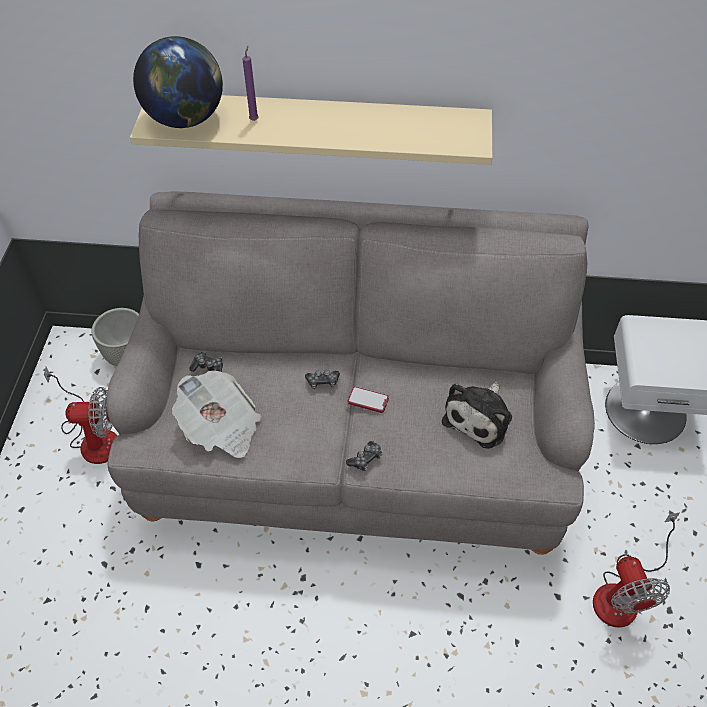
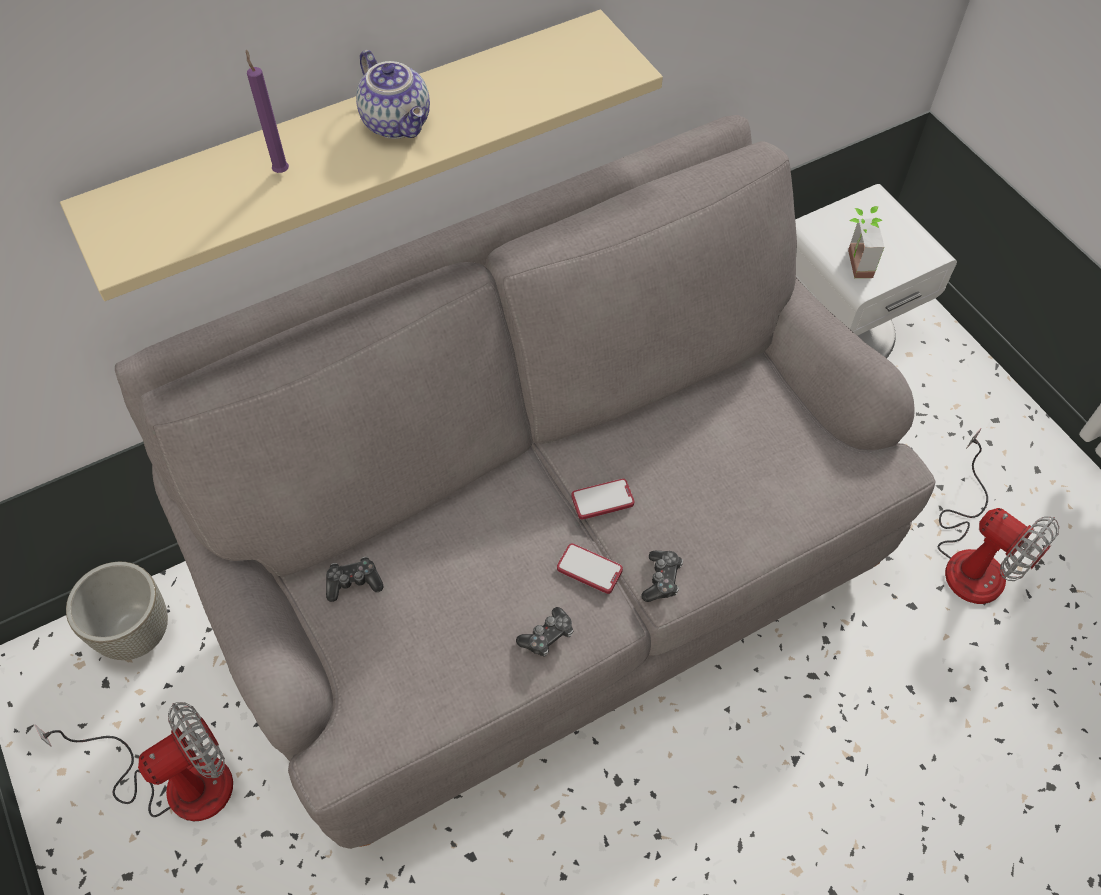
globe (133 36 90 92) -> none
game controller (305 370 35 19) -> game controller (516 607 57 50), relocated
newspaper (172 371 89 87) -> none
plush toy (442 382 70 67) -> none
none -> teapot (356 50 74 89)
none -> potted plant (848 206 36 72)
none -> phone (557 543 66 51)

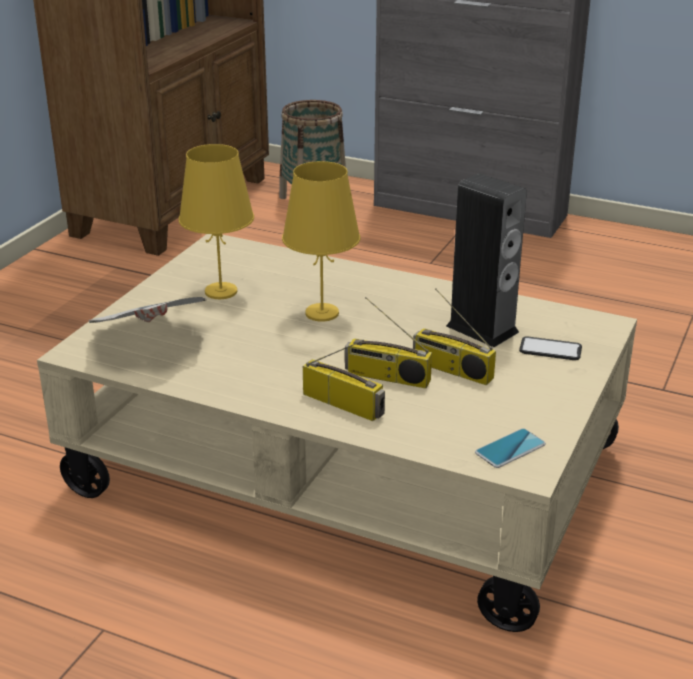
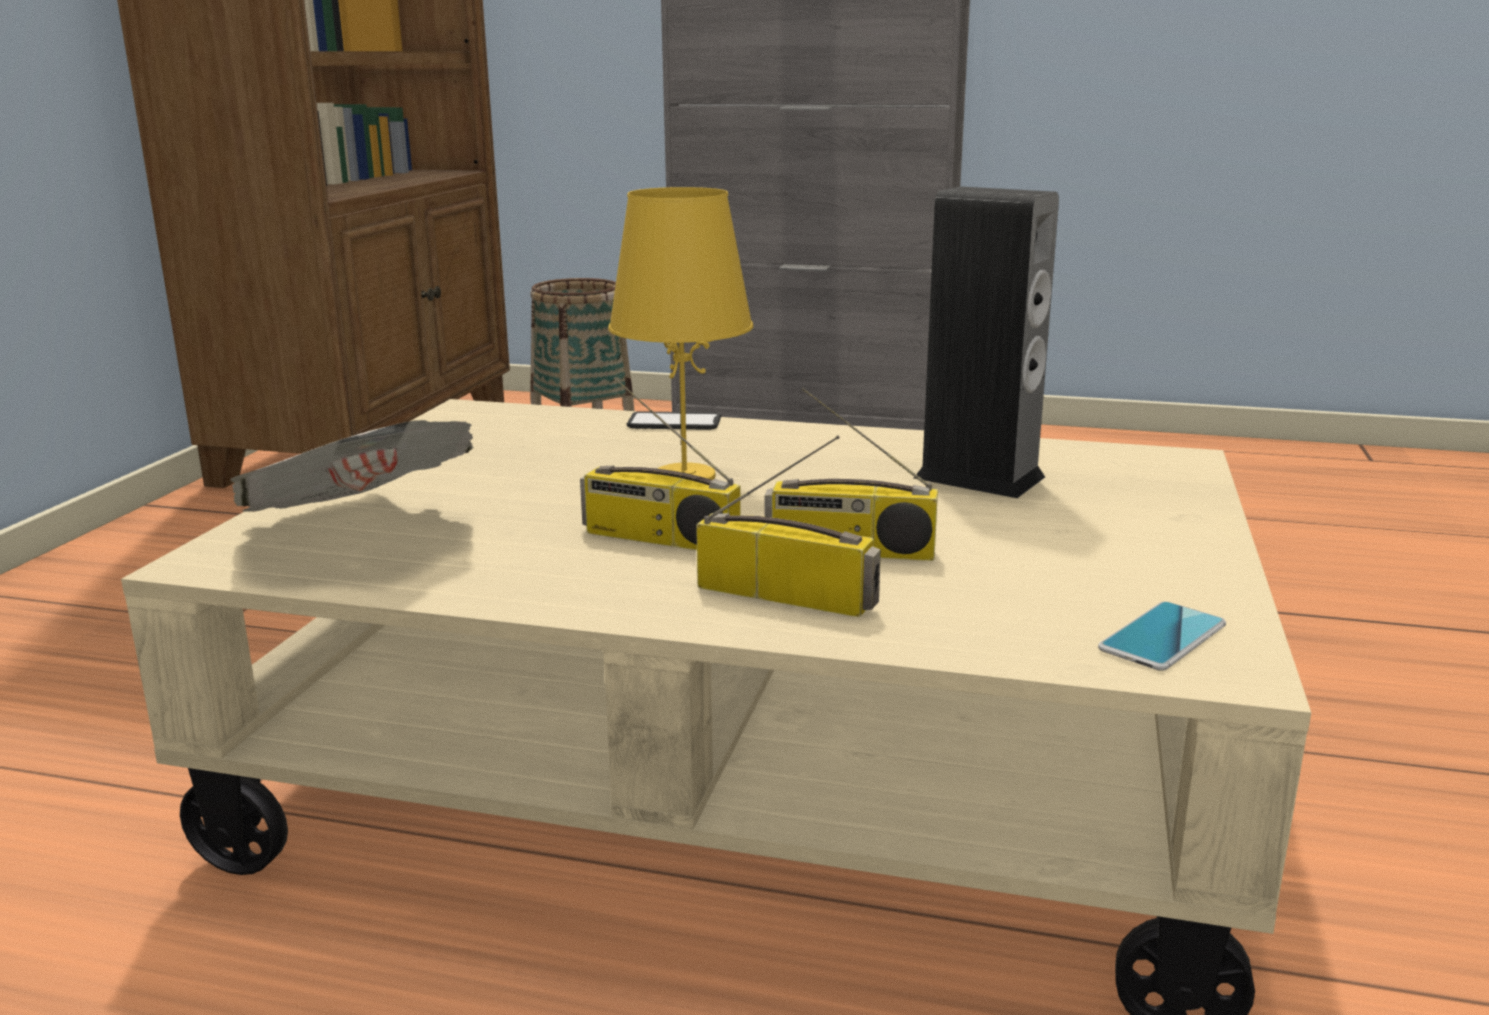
yellow table lamp (178 144 76 155) -> none
radio (413 289 83 96) -> radio (580 377 161 173), relocated
phone (519 336 63 24) -> phone (627 411 94 19), relocated

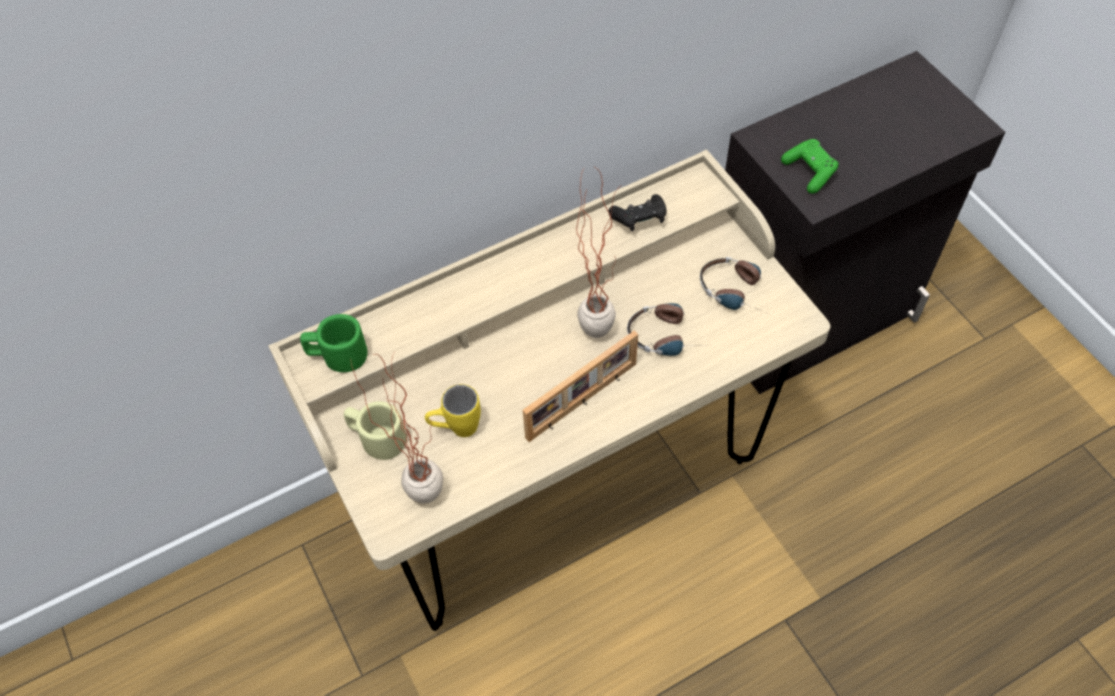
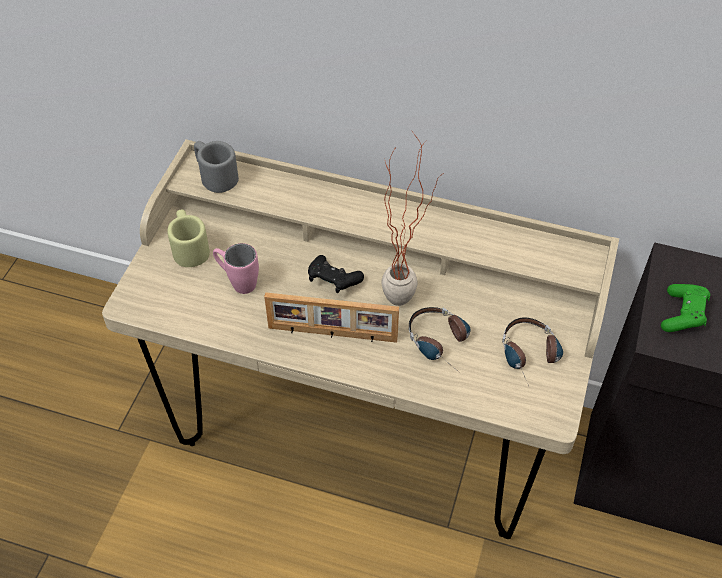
black game controller (609 194 58 37) -> black game controller (308 255 56 38), relocated
green mug (300 314 68 58) -> grey mug (194 141 45 52)
potted plant (351 352 92 152) -> none
yellow mug (425 384 56 53) -> pink mug (213 243 46 51)

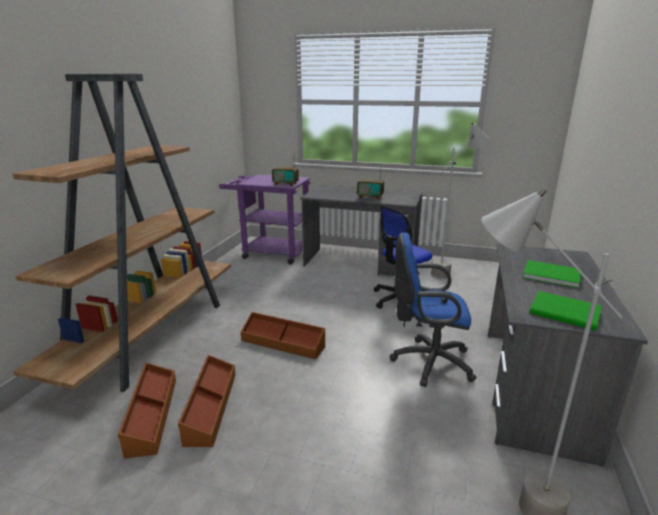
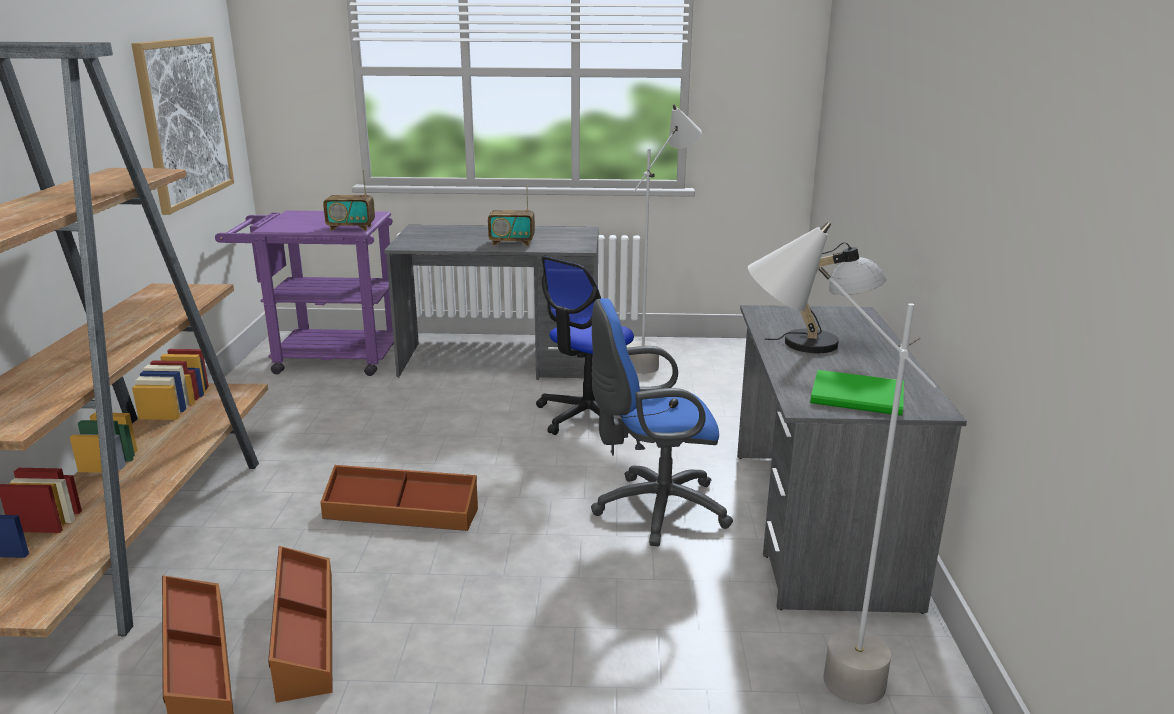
green book (523 260 58 28) -> table lamp (765 242 121 111)
none -> picture (132 36 102 179)

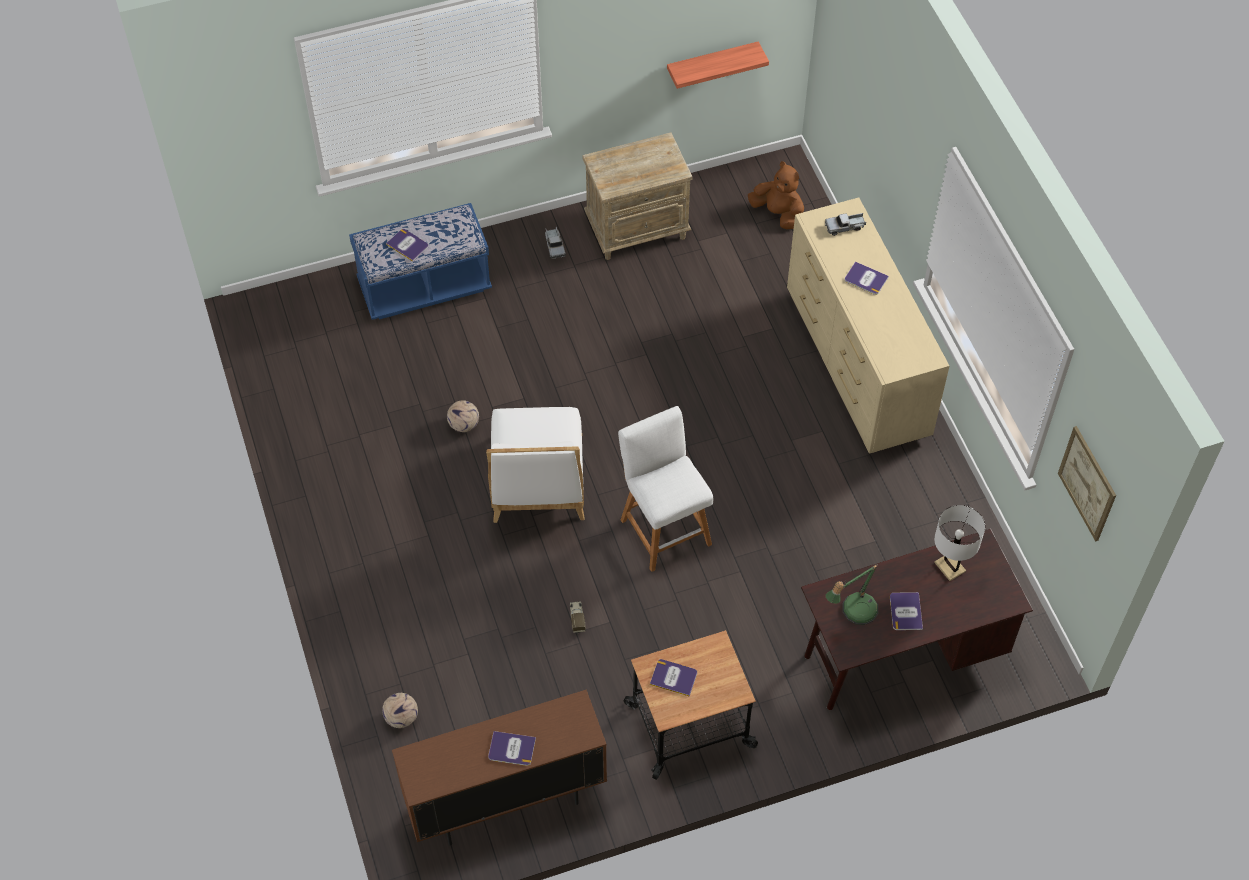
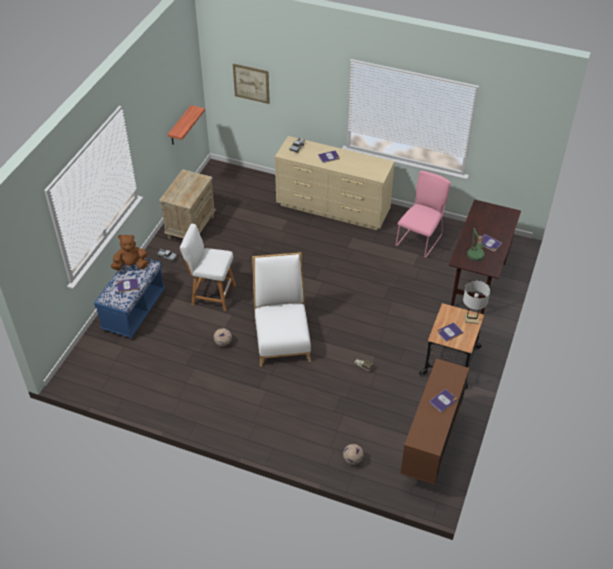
brown plush toy (748 161 56 68) -> brown plush toy (111 235 38 35), relocated
white stool (618 406 95 166) -> white stool (180 224 56 87), relocated
white chair (486 407 98 116) -> white chair (252 252 59 115), 135 degrees counterclockwise
picture (1058 426 58 116) -> picture (233 64 37 40), relocated
white table lamp (934 505 51 76) -> white table lamp (463 280 27 44), relocated
none -> pink chair (395 171 56 87)

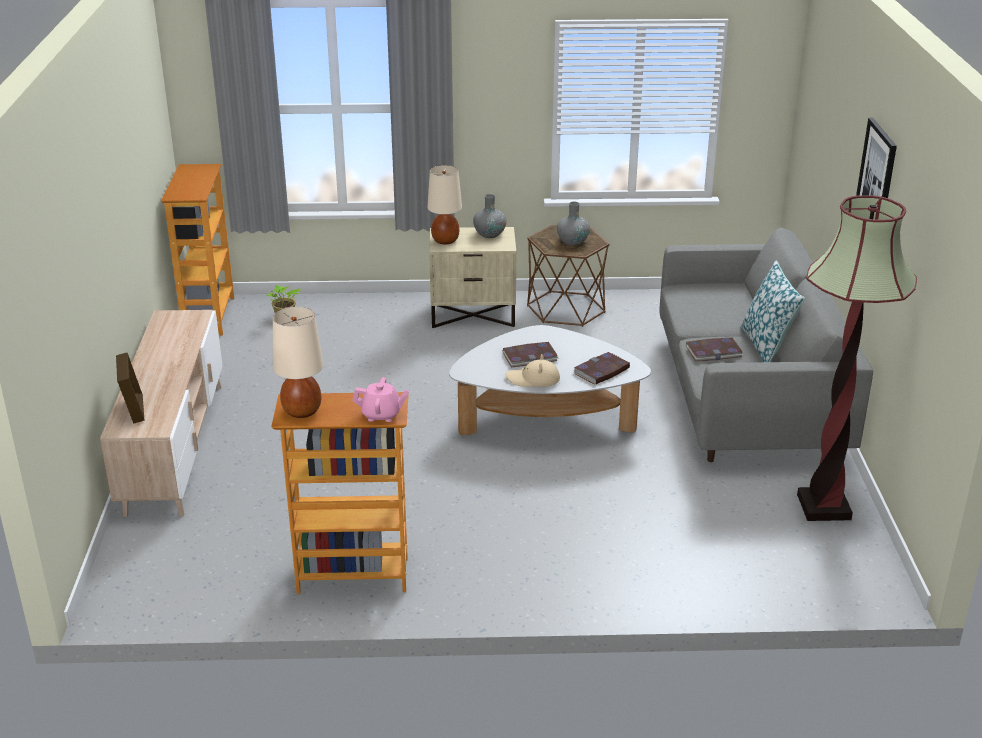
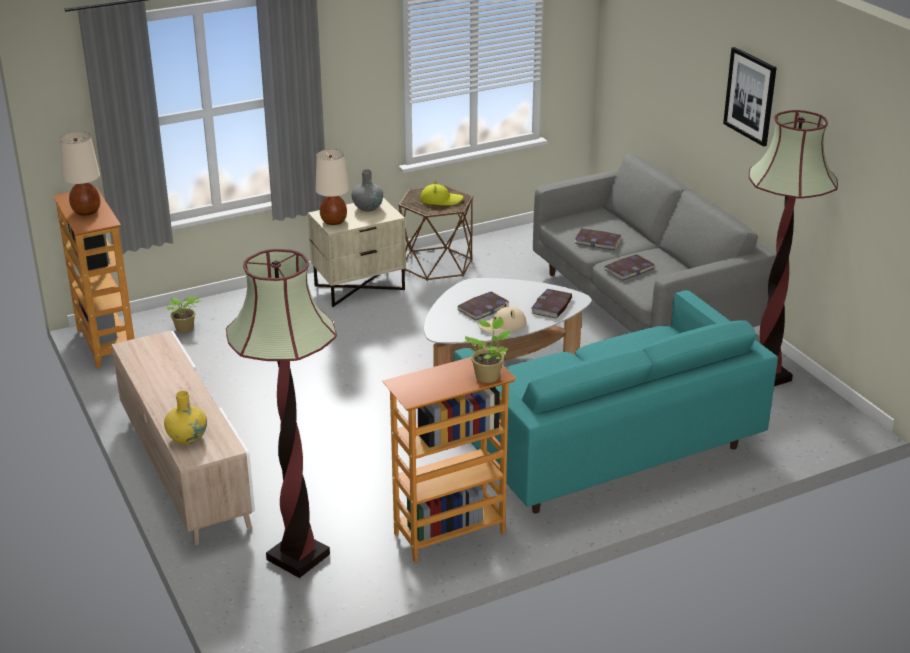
grey vase (557 202 33 44) -> yellow hat (420 180 44 25)
pillow (740 261 65 101) -> none
beige table lamp (273 307 51 111) -> beige table lamp (60 132 40 84), relocated
picture frame (116 353 28 71) -> yellow vase (164 391 43 54)
pink teapot (352 377 57 45) -> potted plant (464 317 47 66)
none -> book (574 229 48 21)
none -> floor lamp (226 249 111 329)
none -> turquoise sofa (454 290 324 223)

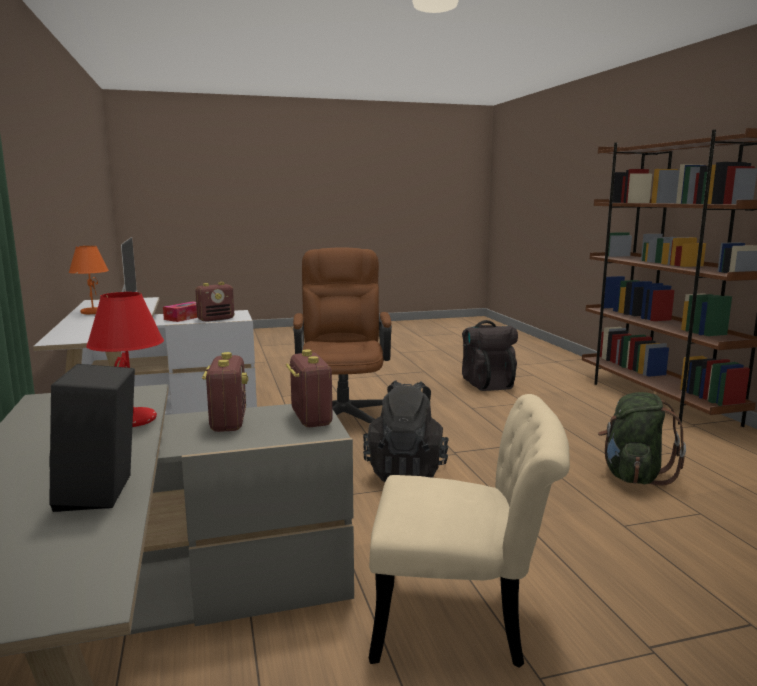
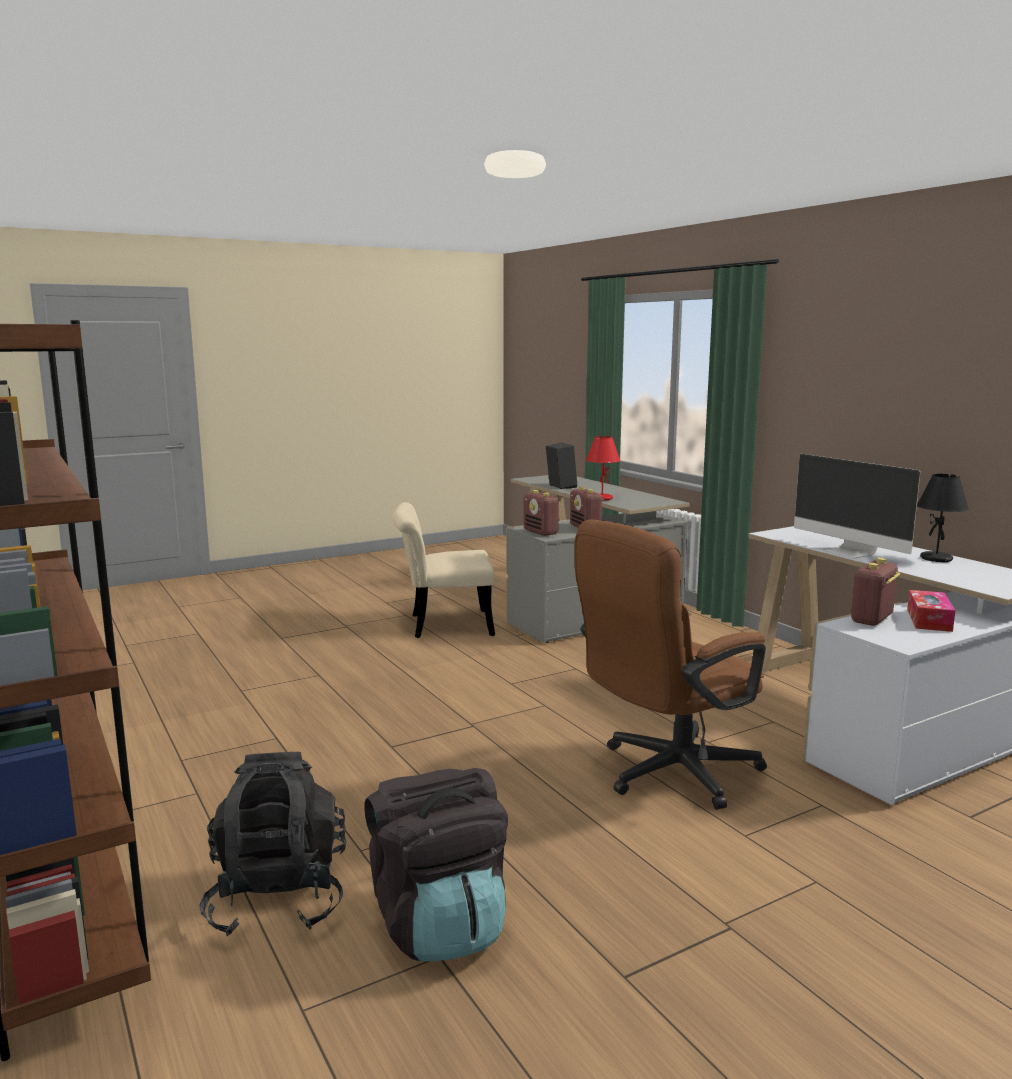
orange table lamp (69 246 40 68) -> black table lamp (917 474 52 88)
brown office chair (293 248 99 175) -> brown office chair (575 520 192 290), 75 degrees clockwise
black backpack (363 381 86 101) -> black backpack (199 752 148 184), relocated
green backpack (598 392 88 94) -> none

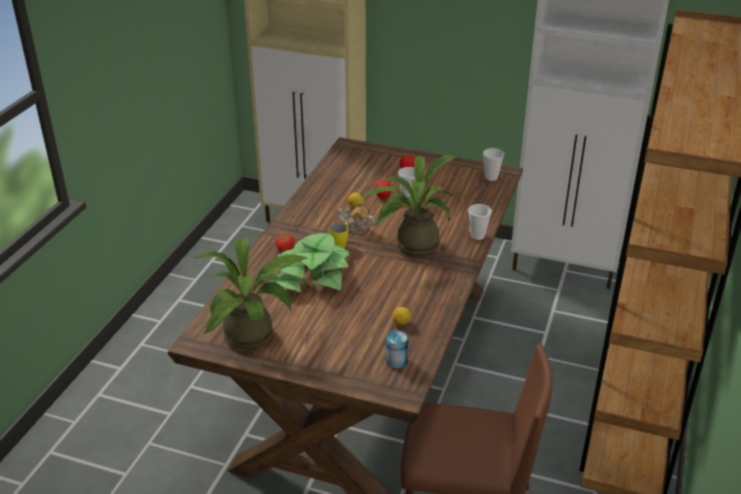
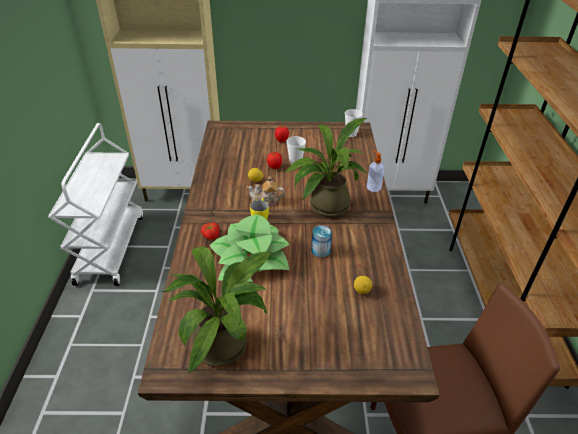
cup (468 204 24 36) -> soap dispenser (367 150 17 42)
can (386 331 23 37) -> can (311 225 21 33), relocated
none -> white cart (48 123 95 163)

